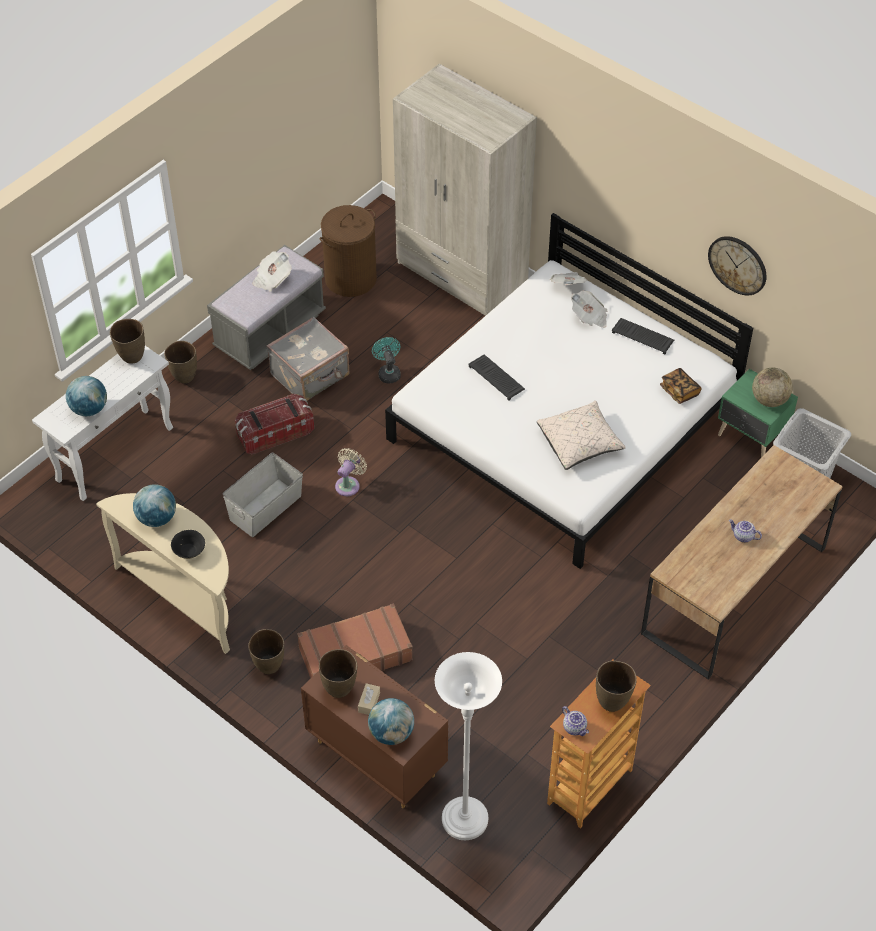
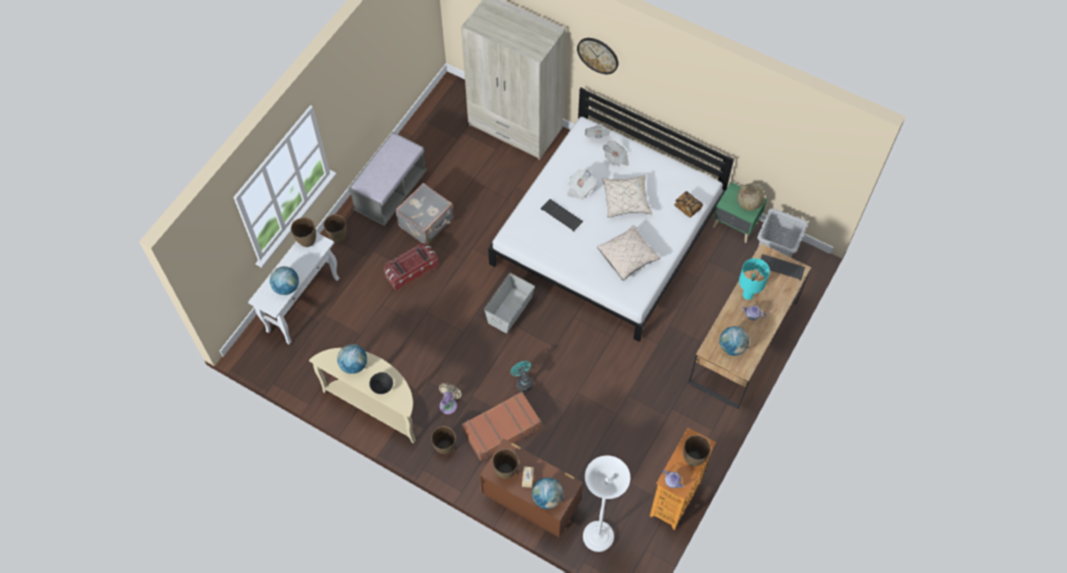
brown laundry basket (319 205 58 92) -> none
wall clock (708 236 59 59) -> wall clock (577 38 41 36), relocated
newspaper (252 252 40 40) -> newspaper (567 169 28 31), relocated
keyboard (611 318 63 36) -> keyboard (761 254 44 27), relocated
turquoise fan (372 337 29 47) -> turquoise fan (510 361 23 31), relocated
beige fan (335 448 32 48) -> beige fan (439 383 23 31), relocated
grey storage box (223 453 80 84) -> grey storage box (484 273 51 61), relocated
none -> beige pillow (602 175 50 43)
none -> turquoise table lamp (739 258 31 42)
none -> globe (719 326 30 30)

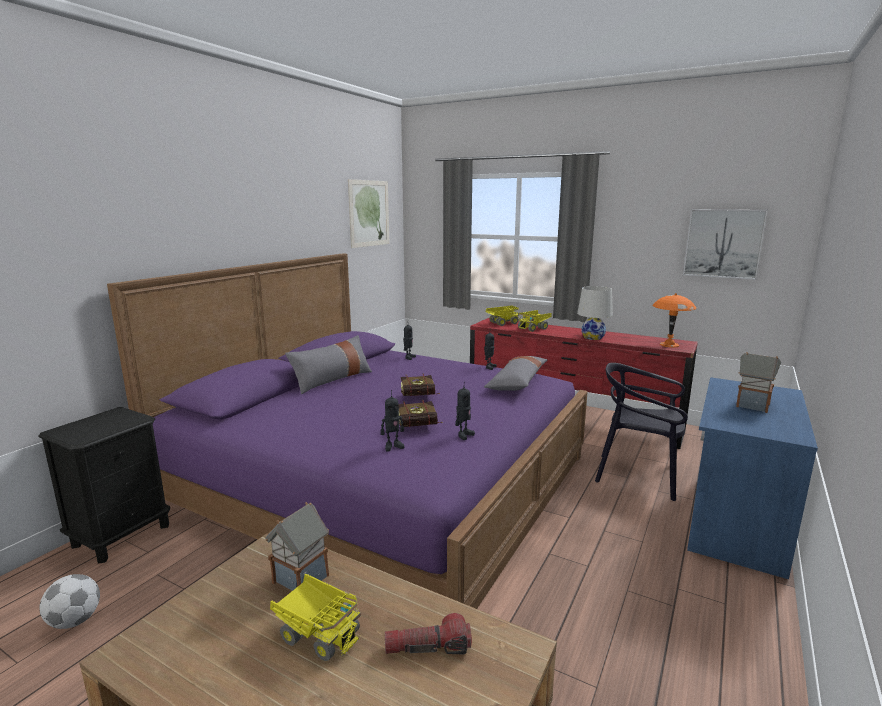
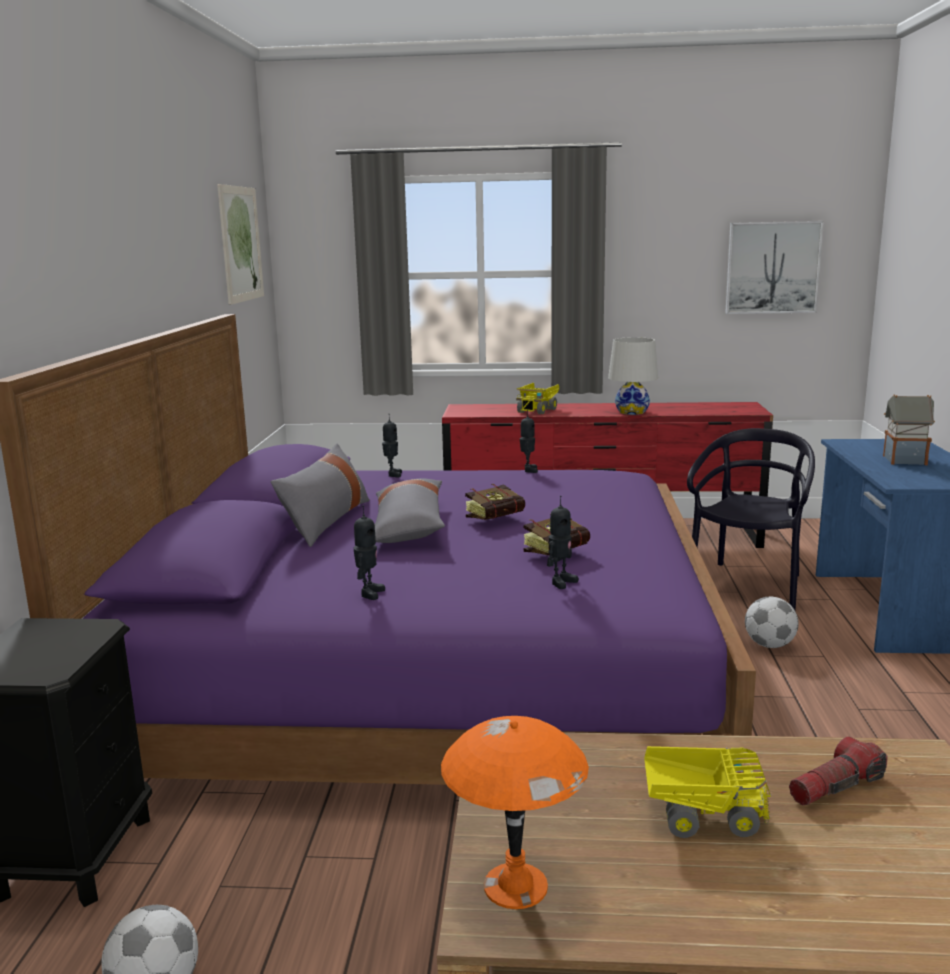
orange table lamp (653 293 43 54) -> orange table lamp (441 716 148 193), relocated
toy truck (486 306 33 20) -> none
grey pillow (484 356 64 35) -> grey pillow (375 479 70 64), relocated
black chair (595 363 93 138) -> black chair (687 428 128 183), 120 degrees clockwise
toy robot (455 387 20 53) -> toy robot (354 506 31 94), relocated
toy house (265 502 64 89) -> none
none -> football (745 596 53 52)

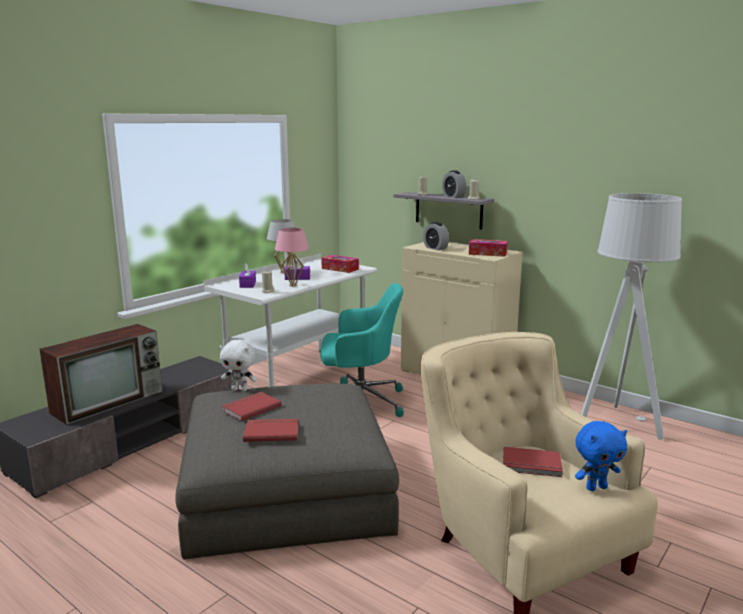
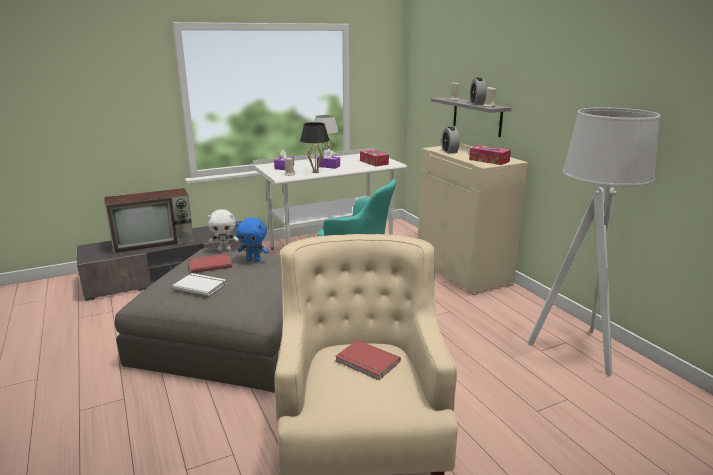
pink table lamp (275 228 34 59) -> black table lamp (300 122 29 51)
white plush toy (219 340 38 52) -> white plush toy (208 209 31 42), 45 degrees counterclockwise
red book (243 419 56 23) -> white book (173 273 53 23)
blue plush toy (575 421 52 70) -> blue plush toy (236 218 33 44), relocated

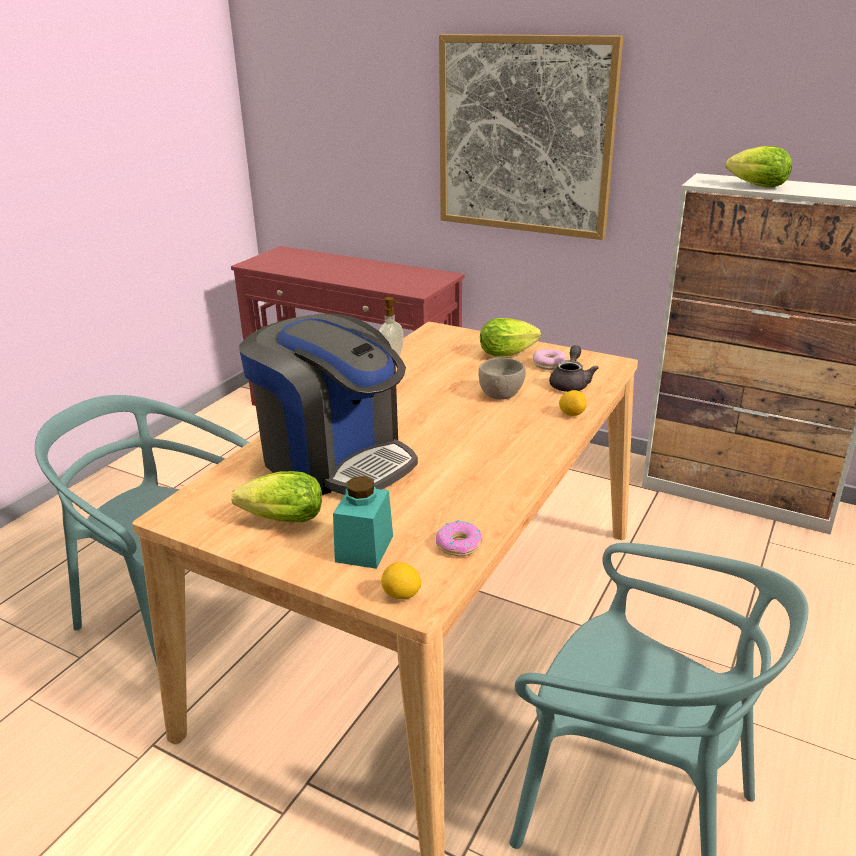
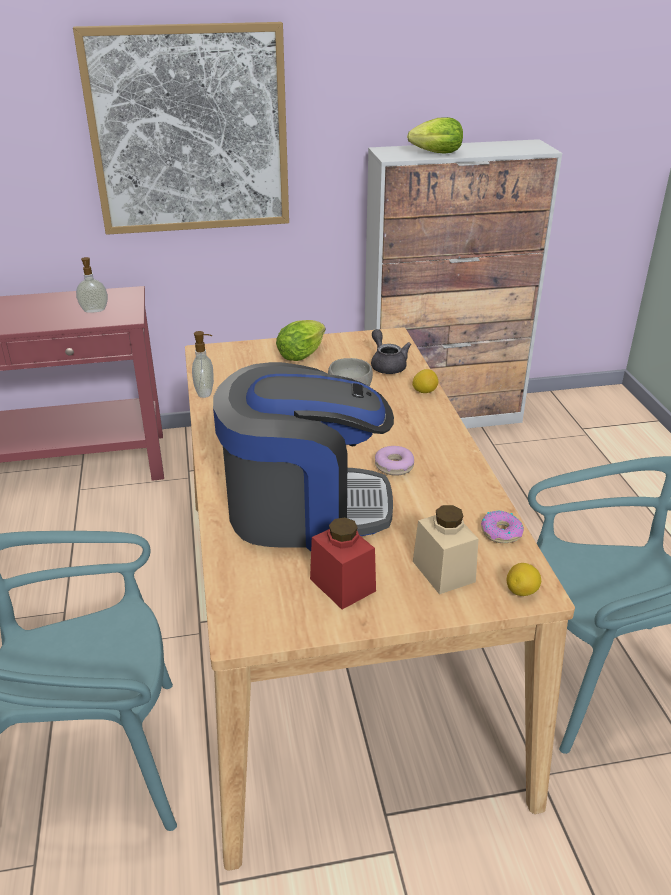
donut (533 349 33 21) -> donut (375 446 39 30), relocated
lettuce (231 471 91 51) -> red jar (310 517 66 92)
turquoise jar (333 476 60 93) -> beige jar (413 505 65 89)
none -> soap dispenser (76 257 32 56)

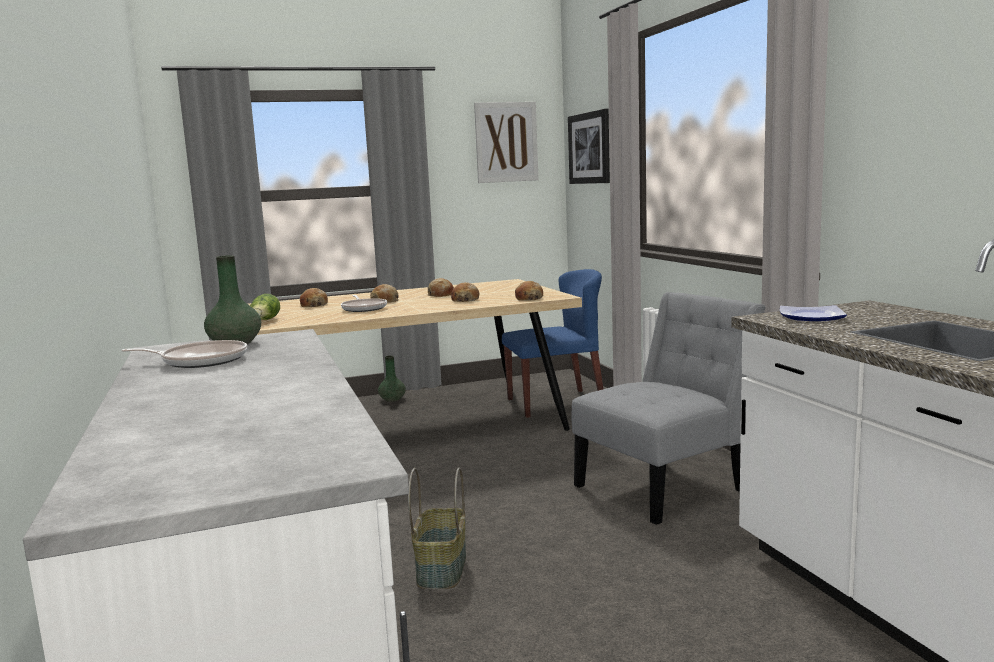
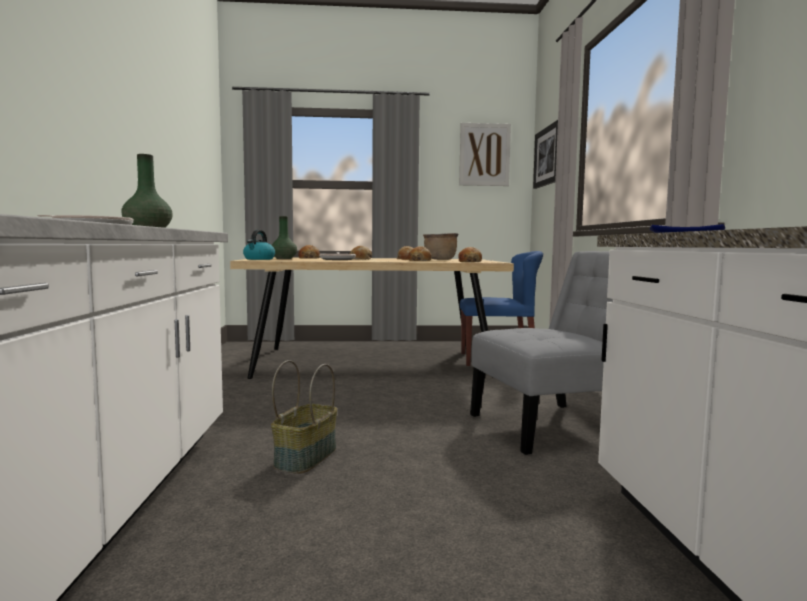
lettuce (250 294 30 26) -> kettle (243 230 32 30)
green vase (378 355 28 47) -> green vase (272 216 25 43), relocated
none -> brown cooking pot (423 233 35 27)

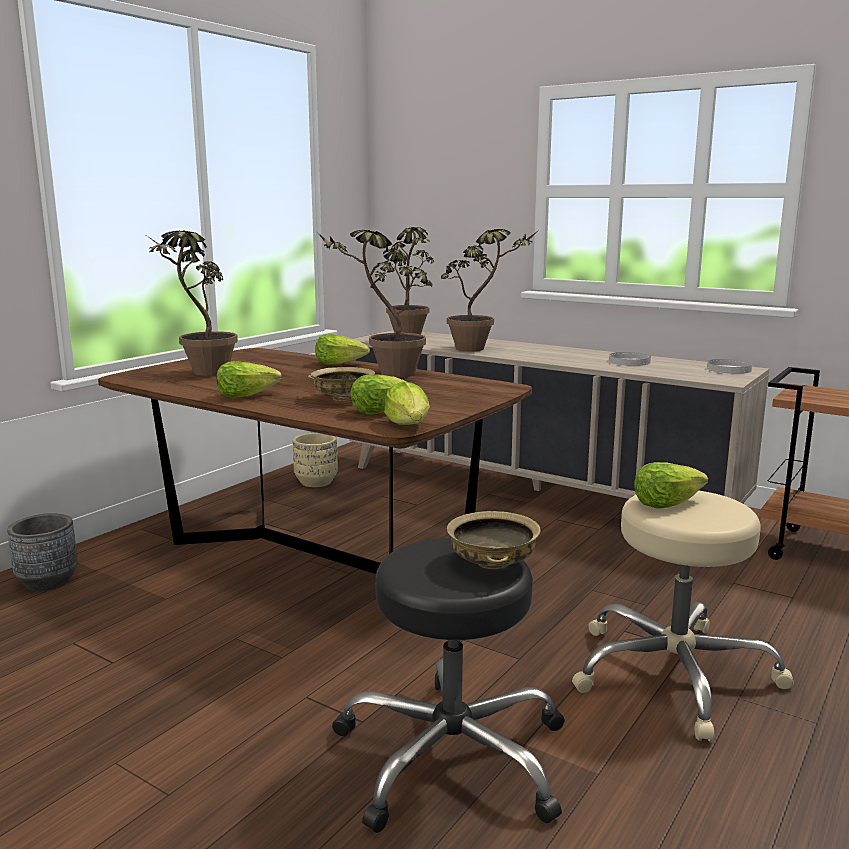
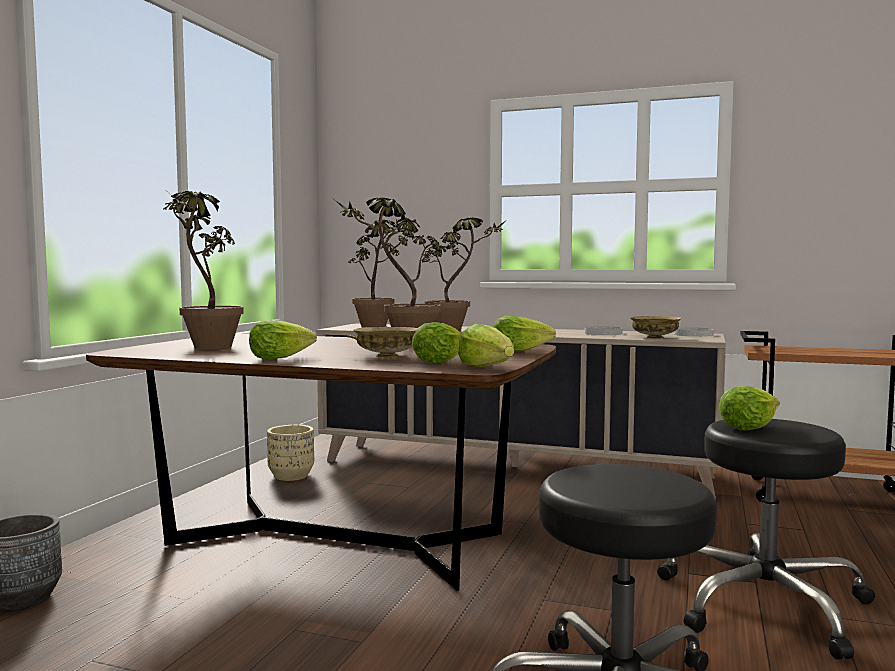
lettuce (315 334 55 31) -> lettuce (493 316 63 36), relocated
beige stool (572 491 222 251) -> black stool (657 419 218 241)
beige bowl (447 511 93 58) -> beige bowl (630 316 52 23), relocated

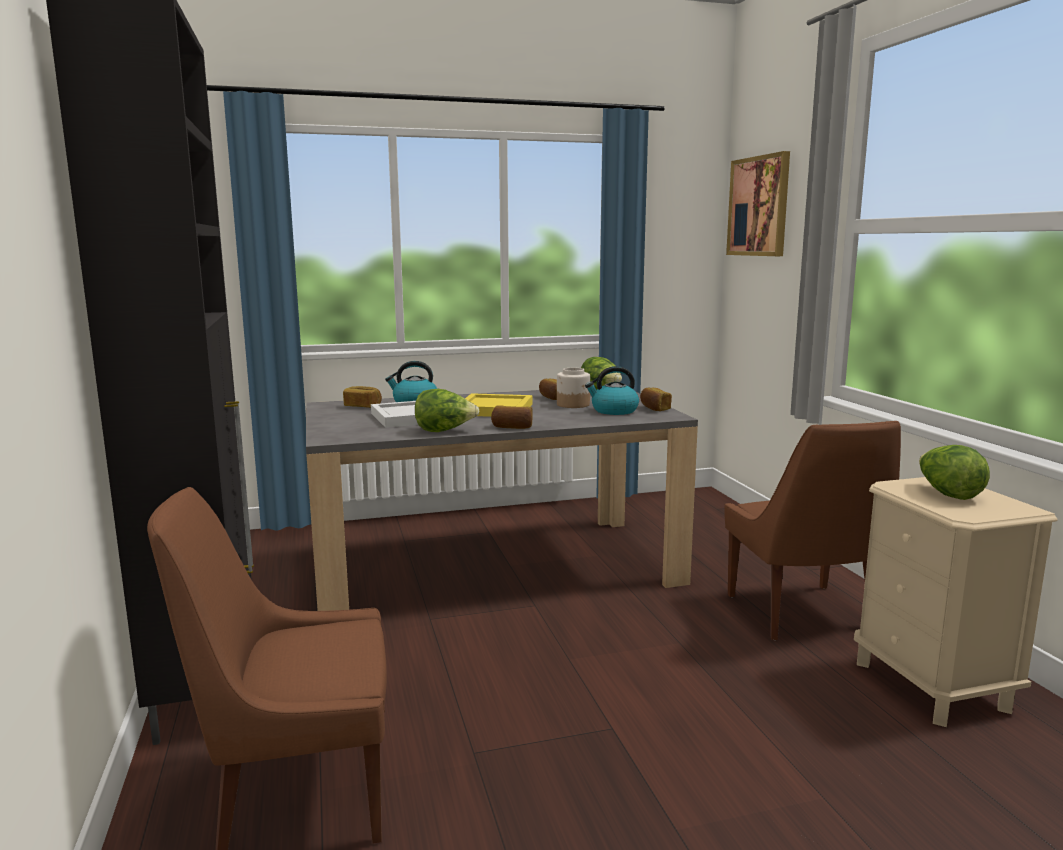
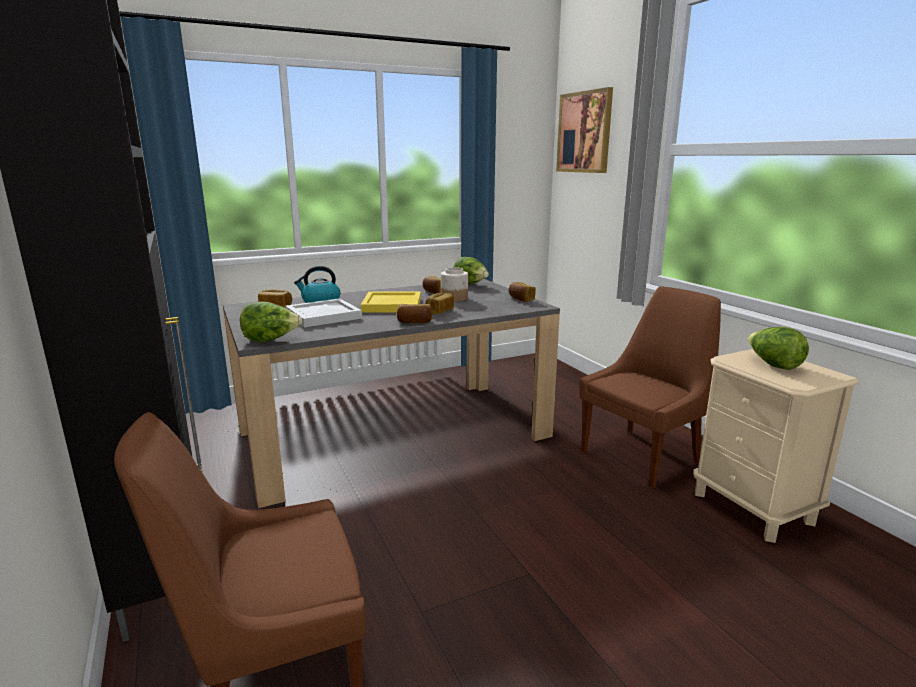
kettle (585 366 54 49) -> none
lettuce (415 389 64 43) -> lettuce (240 302 62 40), relocated
brown chair (724 421 177 219) -> brown chair (579 287 142 201), 105 degrees counterclockwise
none -> bread (425 293 29 21)

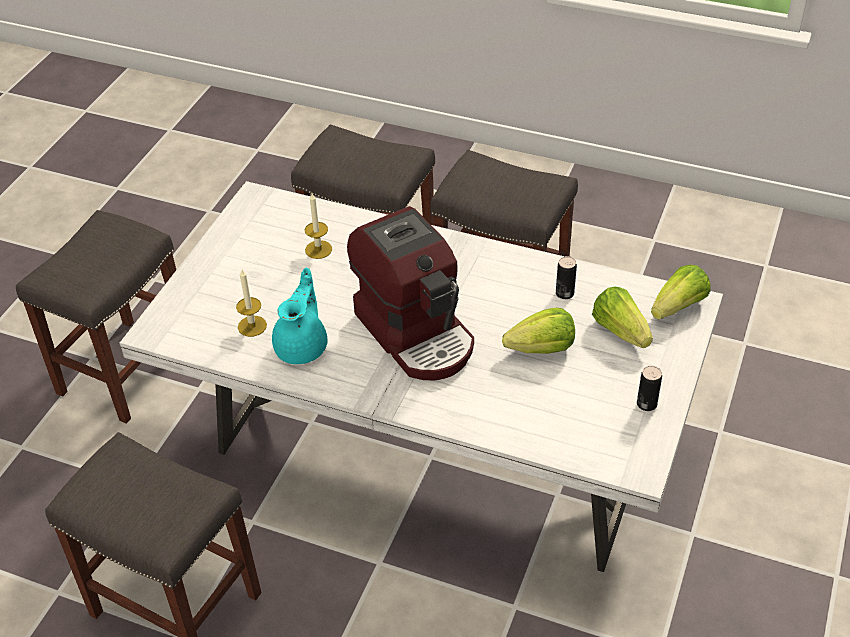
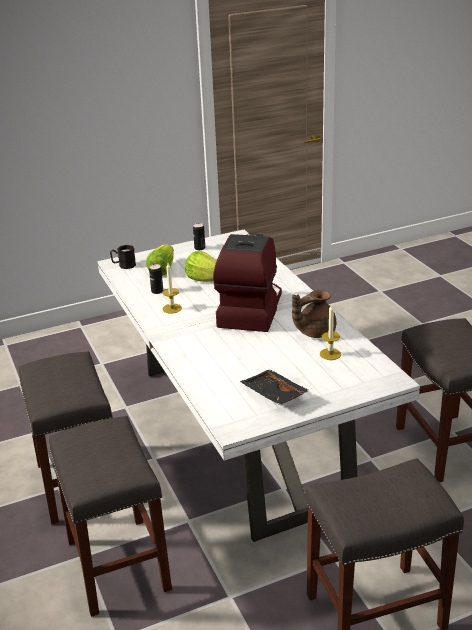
candle (305 193 27 66) -> candle (162 263 20 51), relocated
lettuce (651 265 60 55) -> black mug (110 245 26 24)
turquoise teapot (272 267 55 97) -> brown teapot (292 290 44 48)
none -> black tray (240 369 70 36)

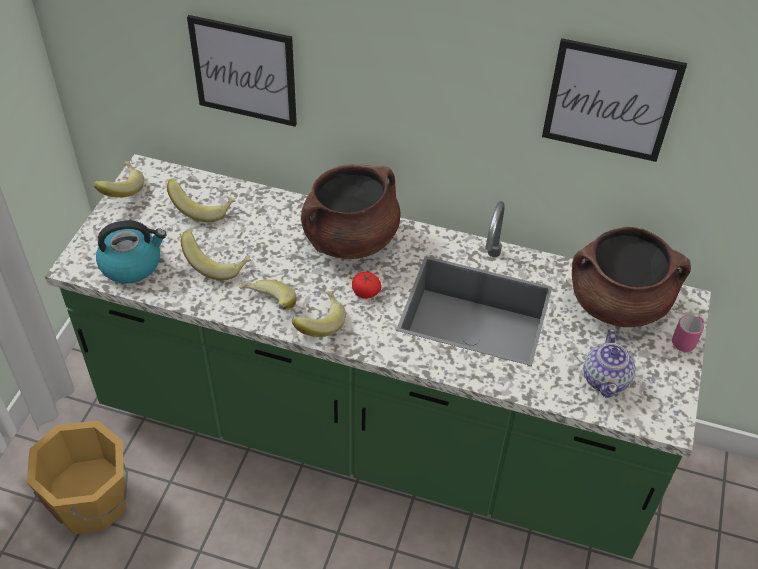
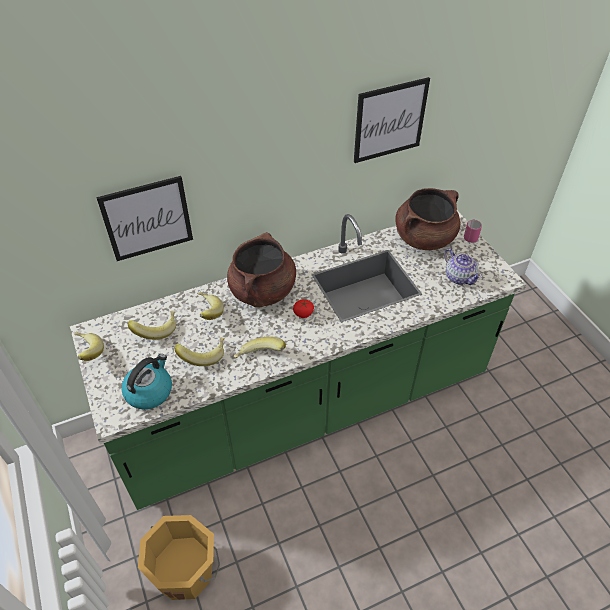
banana (292 291 54 46) -> banana (198 291 26 29), relocated

